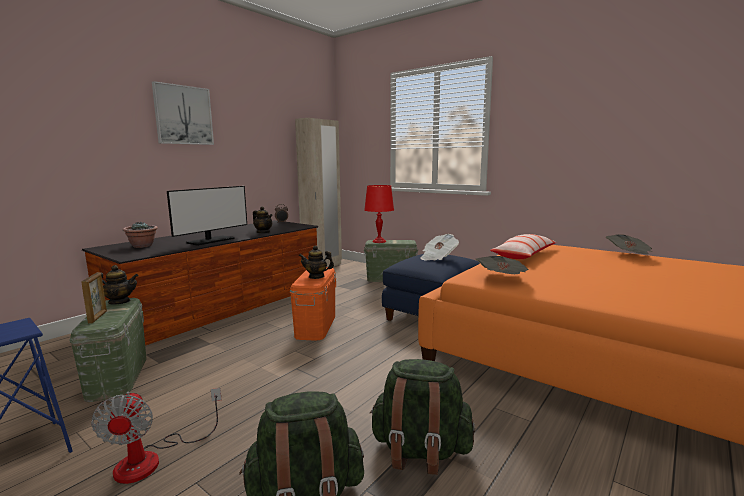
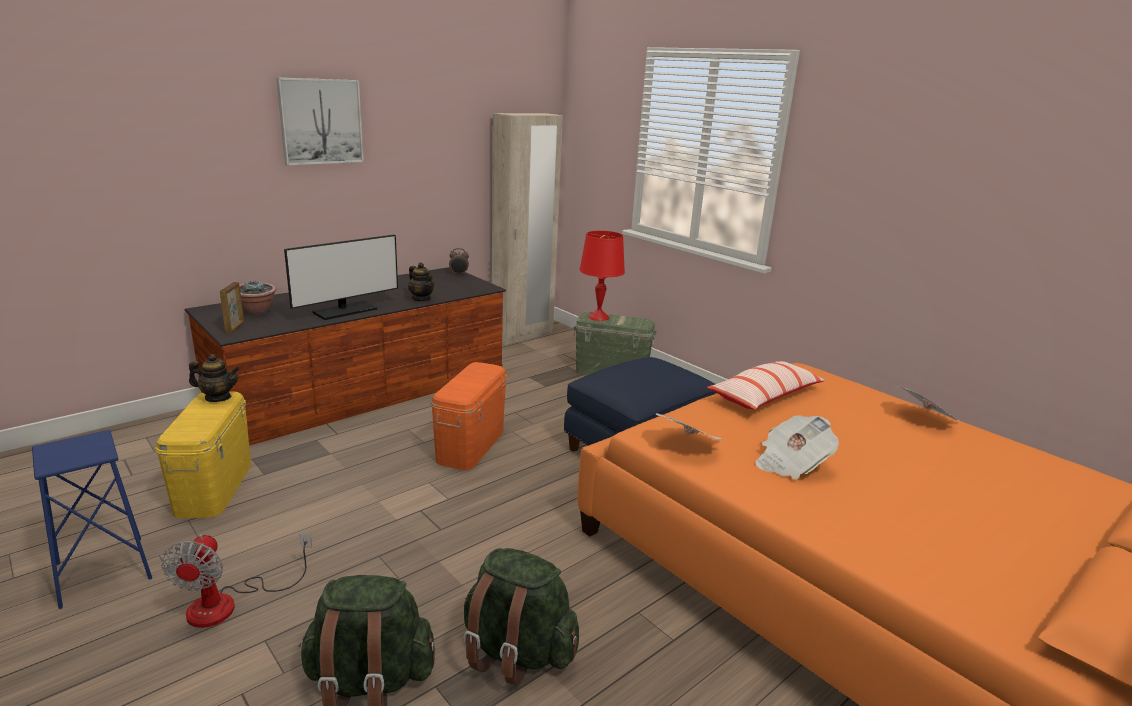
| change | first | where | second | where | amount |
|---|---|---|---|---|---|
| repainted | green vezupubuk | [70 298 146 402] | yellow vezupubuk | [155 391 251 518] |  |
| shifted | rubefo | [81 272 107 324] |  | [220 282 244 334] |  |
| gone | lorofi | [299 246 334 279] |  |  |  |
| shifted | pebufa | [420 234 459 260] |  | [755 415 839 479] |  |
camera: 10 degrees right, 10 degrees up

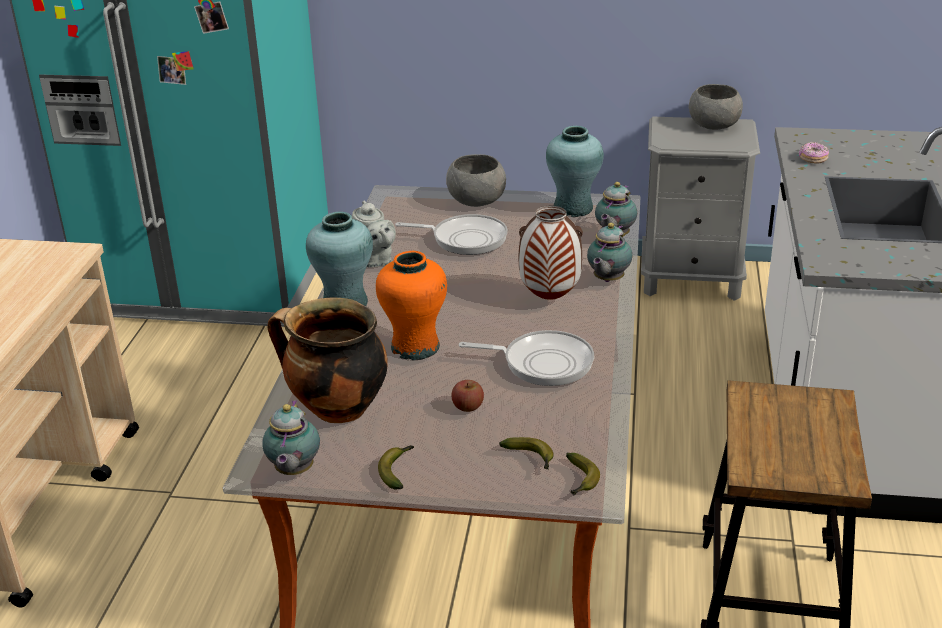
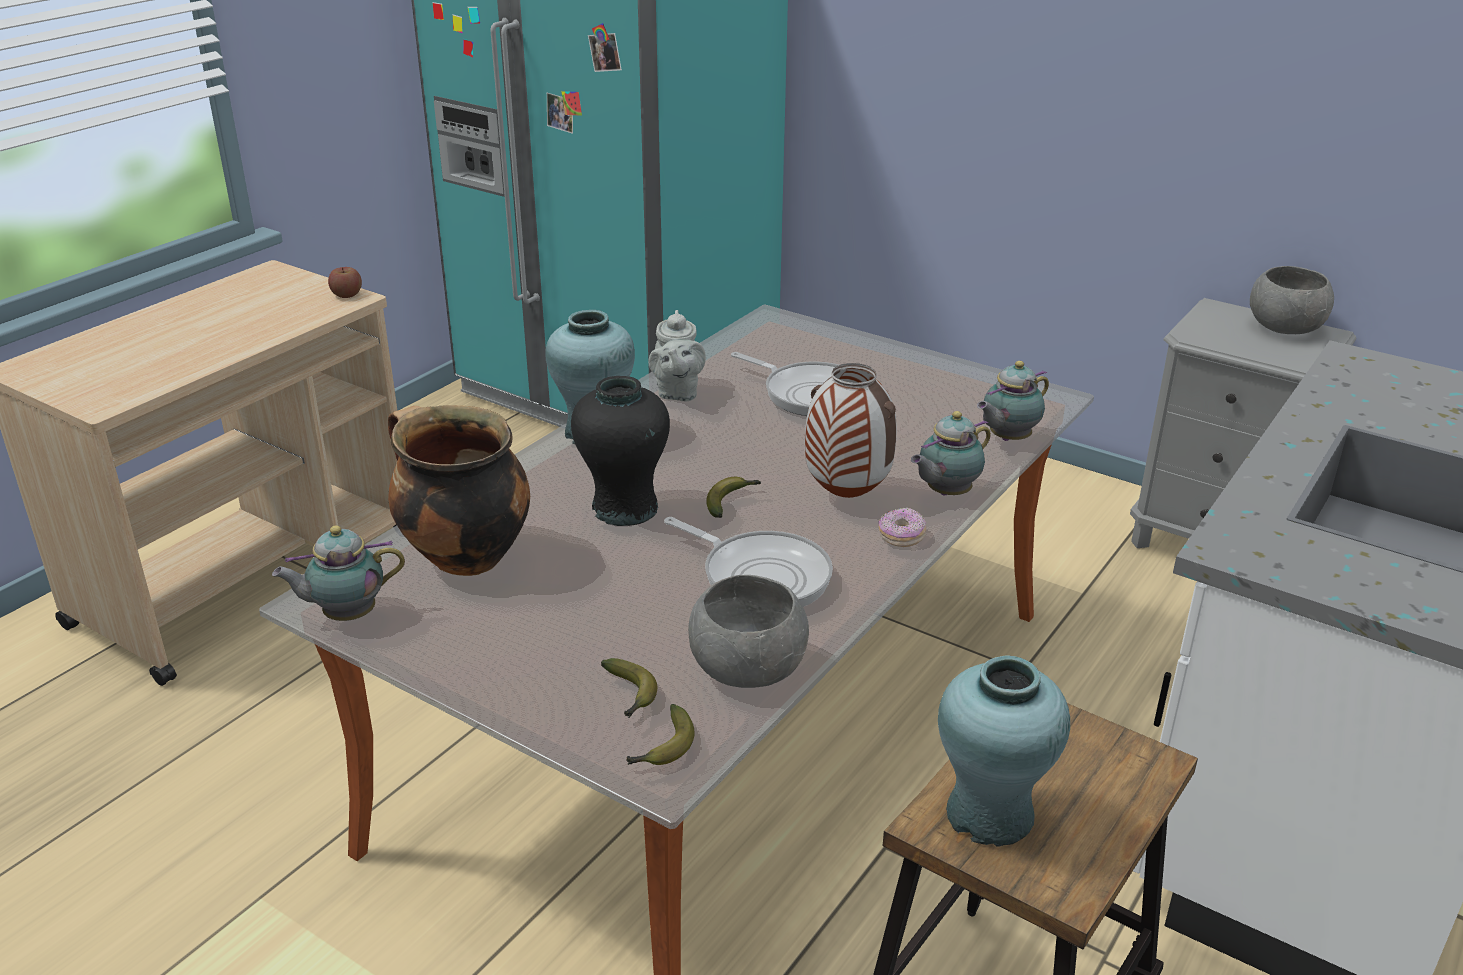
| change | first | where | second | where | amount |
|---|---|---|---|---|---|
| rotated | lorofi | [262 400 320 475] |  | [272 525 405 621] | 45 degrees clockwise |
| repainted | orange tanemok | [376 251 447 360] | black tanemok | [571 376 670 526] |  |
| shifted | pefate | [378 445 414 490] |  | [706 477 761 518] |  |
| shifted | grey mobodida | [446 154 506 207] |  | [688 575 809 688] |  |
| shifted | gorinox | [451 380 484 412] |  | [328 267 362 298] |  |
| shifted | turquoise tanemok | [546 126 604 217] |  | [938 655 1070 847] |  |
| shifted | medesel | [799 142 829 163] |  | [878 508 926 547] |  |
camera: 25 degrees right, 0 degrees up

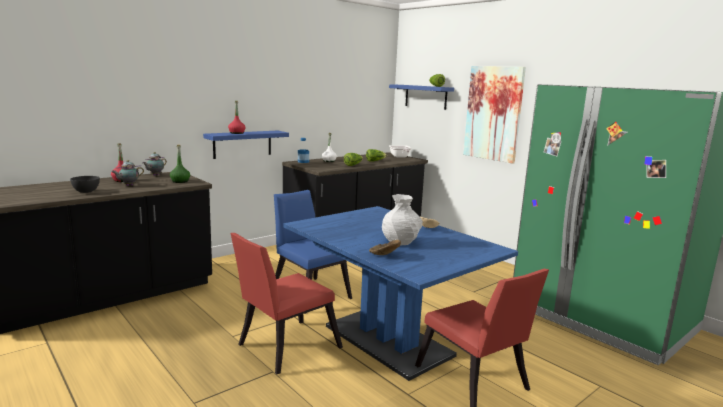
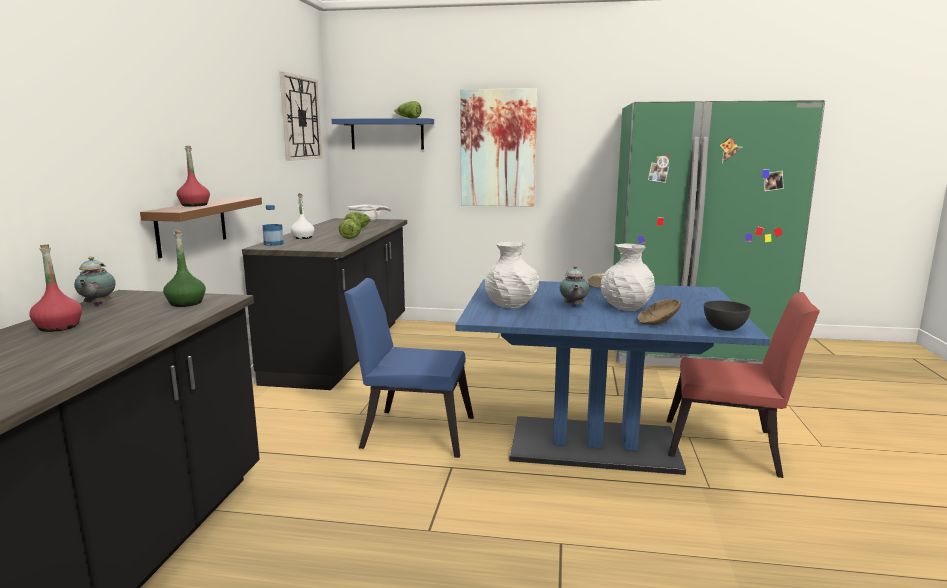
| change | first | where | second | where | amount |
|---|---|---|---|---|---|
| shifted | grey mobodida | [70 176 100 193] |  | [704 301 751 331] |  |
| shifted | lorofi | [111 160 144 186] |  | [560 265 589 307] |  |
| repainted | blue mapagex | [203 131 289 159] | brown mapagex | [140 197 262 258] |  |
| gone | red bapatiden | [231 233 343 374] |  |  |  |
| new |  |  | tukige | [279 72 322 161] |  |
| new |  |  | white tanemok | [485 242 539 308] |  |
camera: 40 degrees left, 0 degrees up

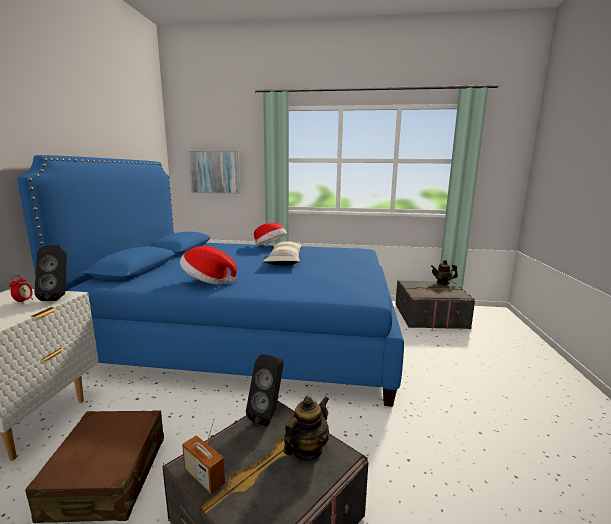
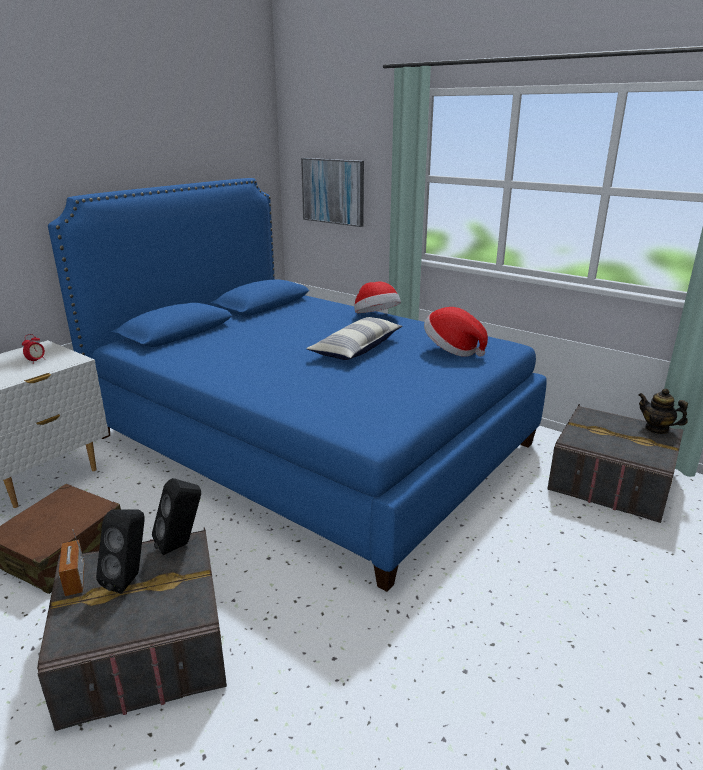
| change | first | where | second | where | amount |
|---|---|---|---|---|---|
| shifted | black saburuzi | [34 245 67 301] |  | [96 509 145 594] |  |
| shifted | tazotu | [180 246 237 285] |  | [424 307 488 357] |  |
| gone | lorofi | [283 396 329 461] |  |  |  |
camera: 30 degrees right, 10 degrees up

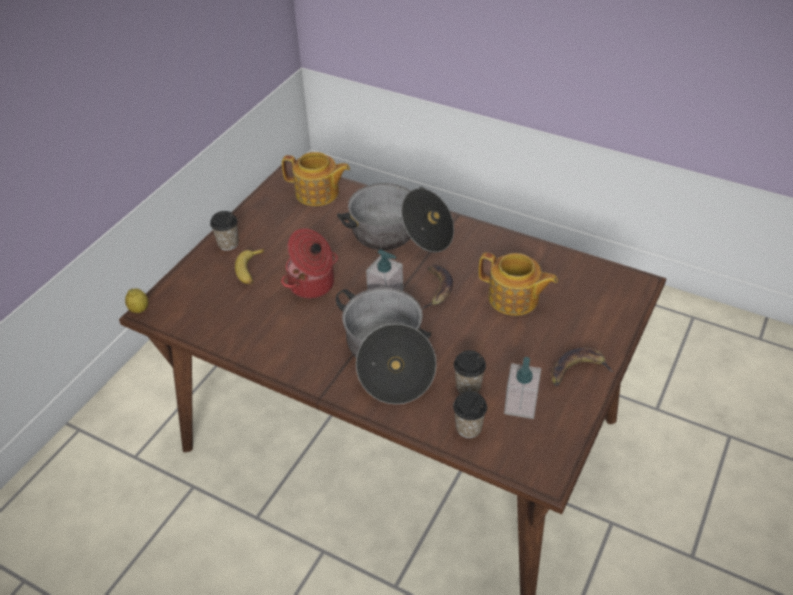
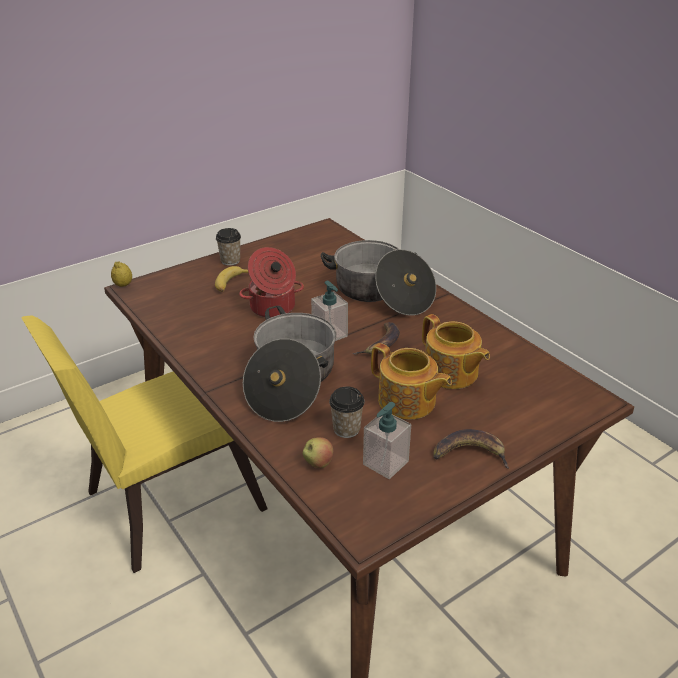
| change | first | where | second | where | amount |
|---|---|---|---|---|---|
| shifted | lorofi | [282 152 350 206] |  | [371 343 452 420] |  |
| swapped | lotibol | [453 391 487 438] | gorinox | [303 437 334 468] |  |
| new |  |  | yellow bapatiden | [21 315 268 573] |  |
camera: 25 degrees right, 10 degrees down

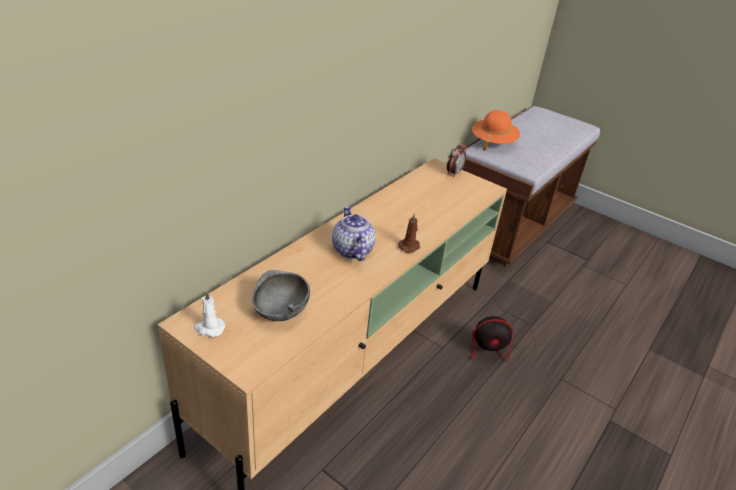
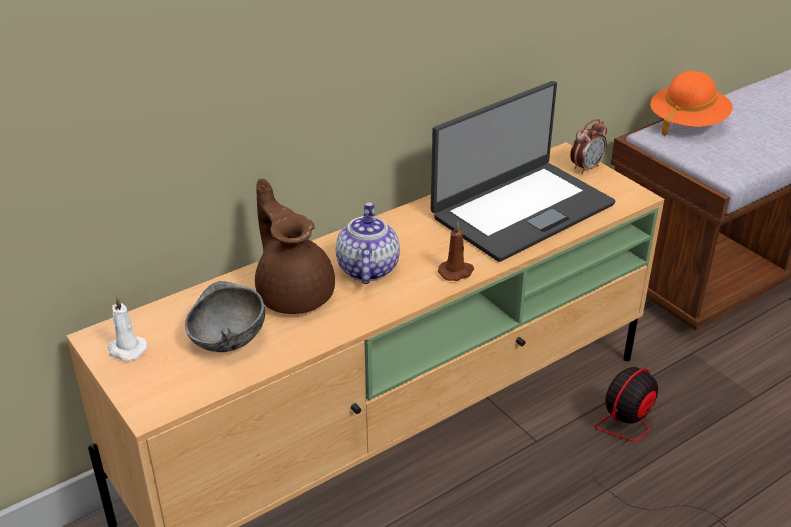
| change | first | where | second | where | amount |
|---|---|---|---|---|---|
| rotated | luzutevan | [471 296 535 361] |  | [593 367 727 523] | 120 degrees clockwise |
| new |  |  | brown lorofi | [255 179 335 314] |  |
| new |  |  | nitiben | [431 81 615 262] |  |
camera: 20 degrees right, 0 degrees up

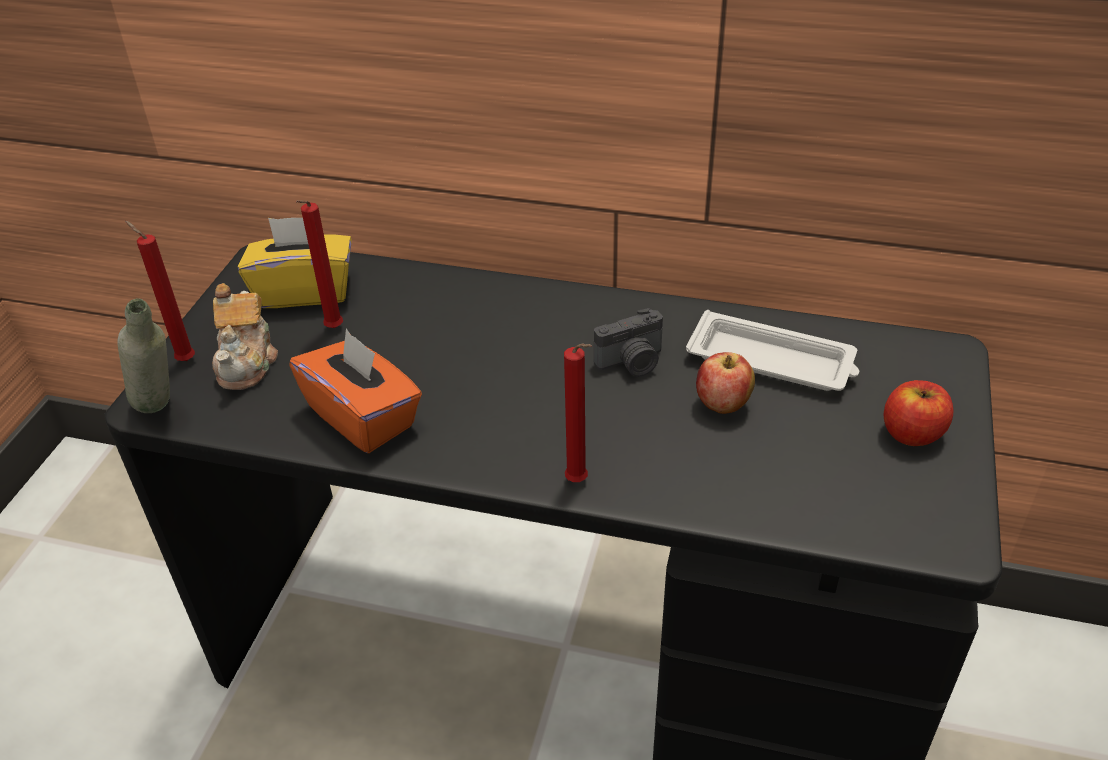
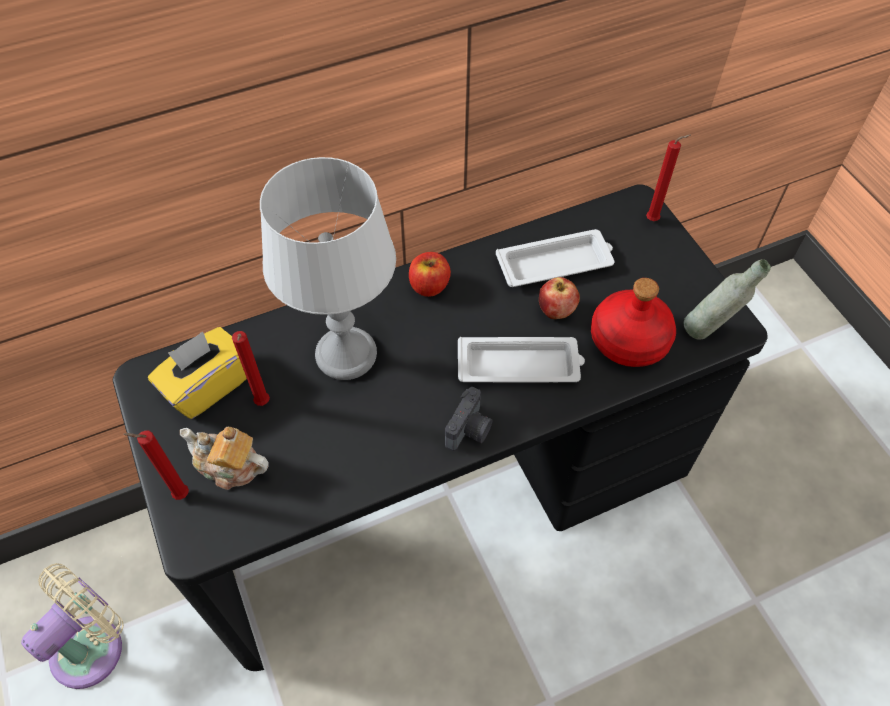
| change | first | where | second | where | amount |
|---|---|---|---|---|---|
| shifted | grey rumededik | [117 298 170 413] |  | [684 259 771 340] |  |
| rotated | lorofi | [212 283 278 390] |  | [180 427 269 490] | 150 degrees clockwise |
| gone | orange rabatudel | [289 328 422 453] |  |  |  |
| shifted | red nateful | [564 343 592 482] |  | [646 135 691 221] |  |
| shifted | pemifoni | [594 308 663 377] |  | [445 387 492 451] |  |
| shifted | gorinox | [884 380 953 446] |  | [409 252 451 297] |  |
| new |  |  | beige luzutevan | [21 563 124 689] |  |
| new |  |  | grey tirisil | [260 157 396 380] |  |
| new |  |  | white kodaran | [458 337 585 383] |  |
| new |  |  | red rumededik | [591 278 676 367] |  |
camera: 40 degrees left, 15 degrees up

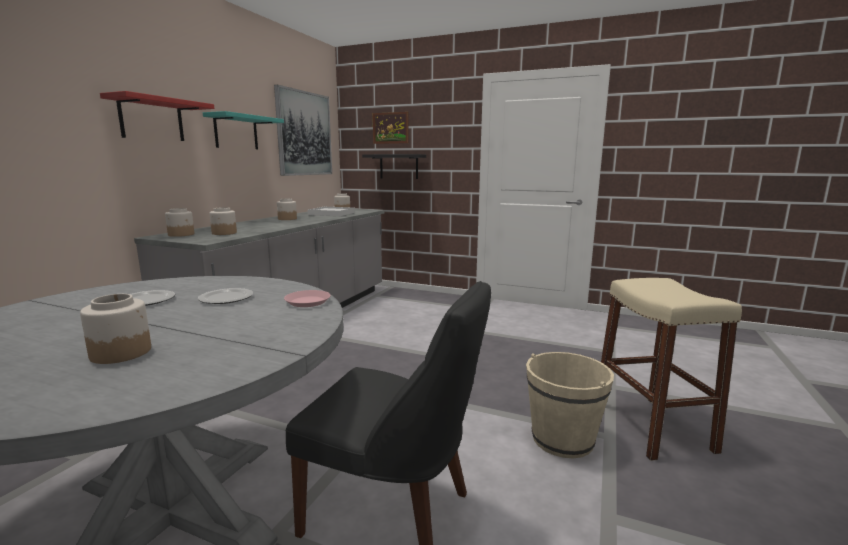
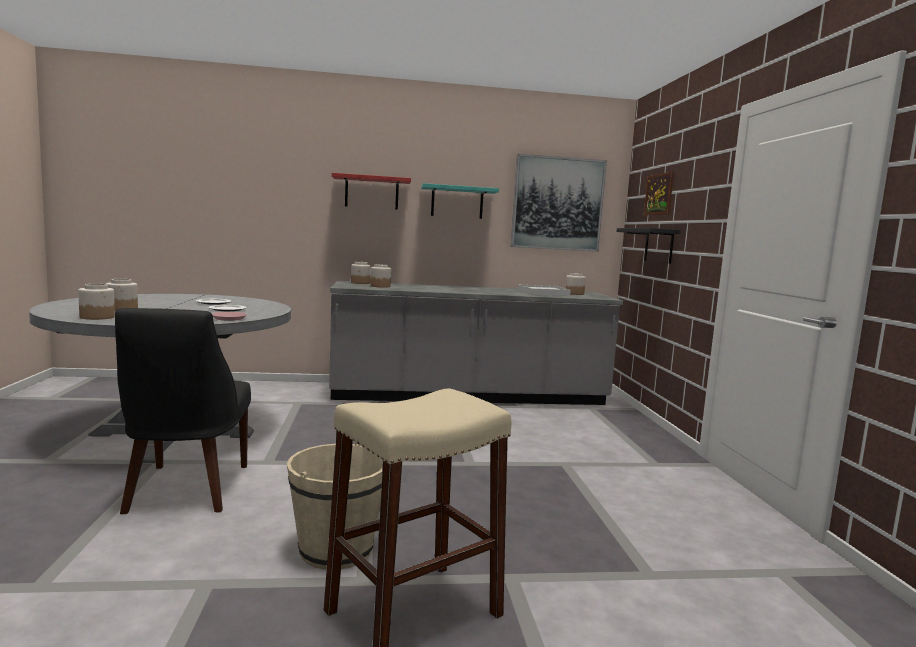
| change | first | where | second | where | amount |
|---|---|---|---|---|---|
| shifted | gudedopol | [277 199 297 220] |  | [78 284 115 320] |  |
camera: 60 degrees right, 5 degrees down

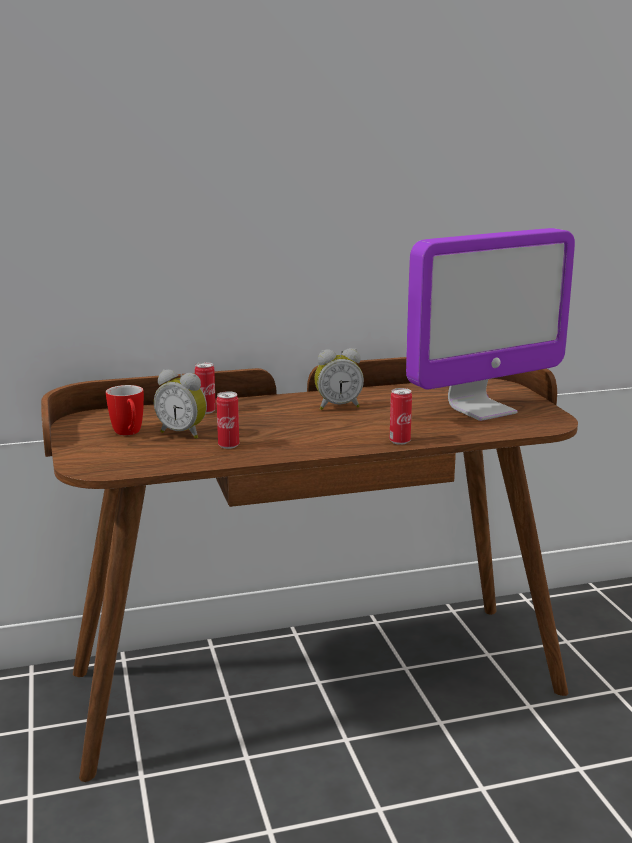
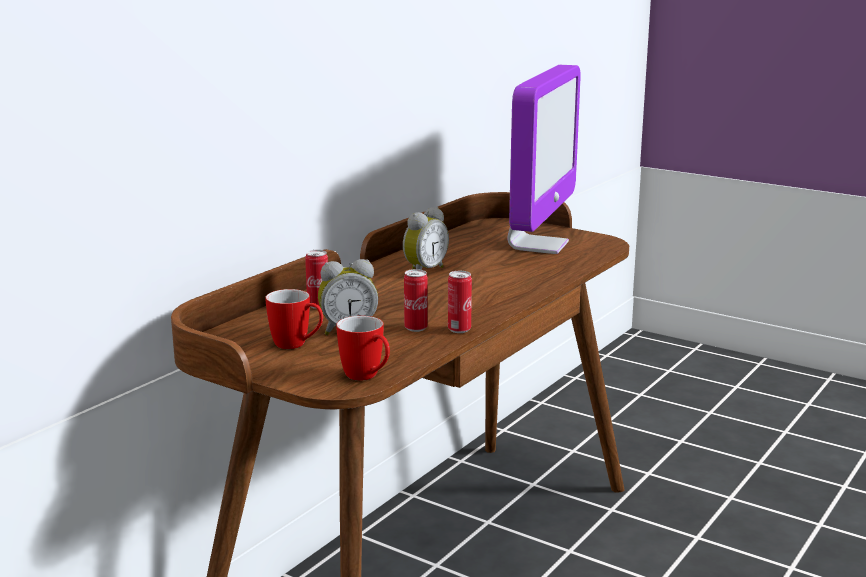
| change | first | where | second | where | amount |
|---|---|---|---|---|---|
| shifted | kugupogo | [390 388 412 445] |  | [448 271 472 333] |  |
| new |  |  | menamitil | [336 316 390 381] |  |
camera: 40 degrees left, 0 degrees up

